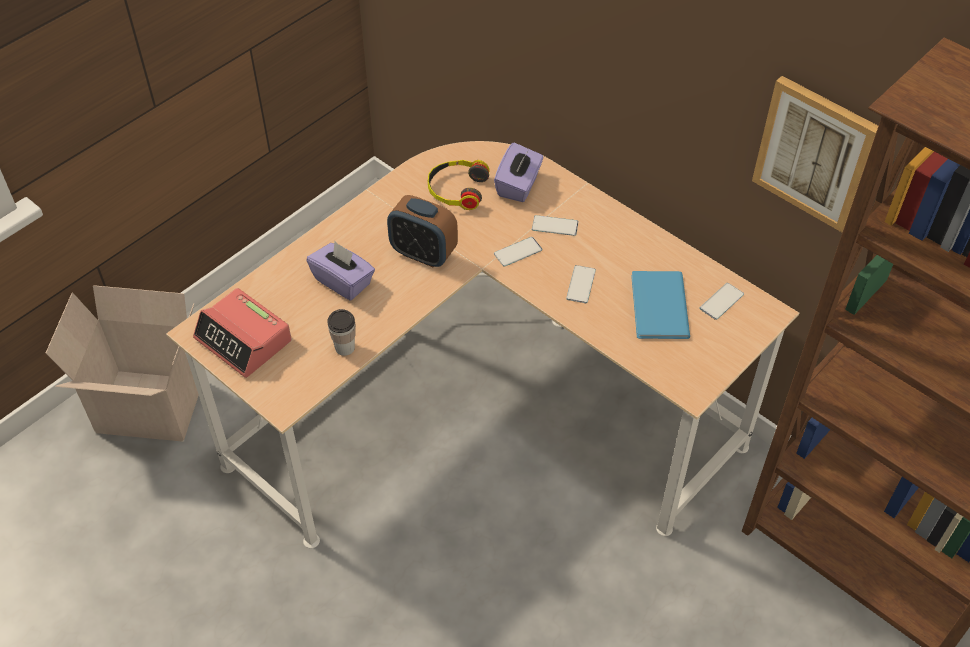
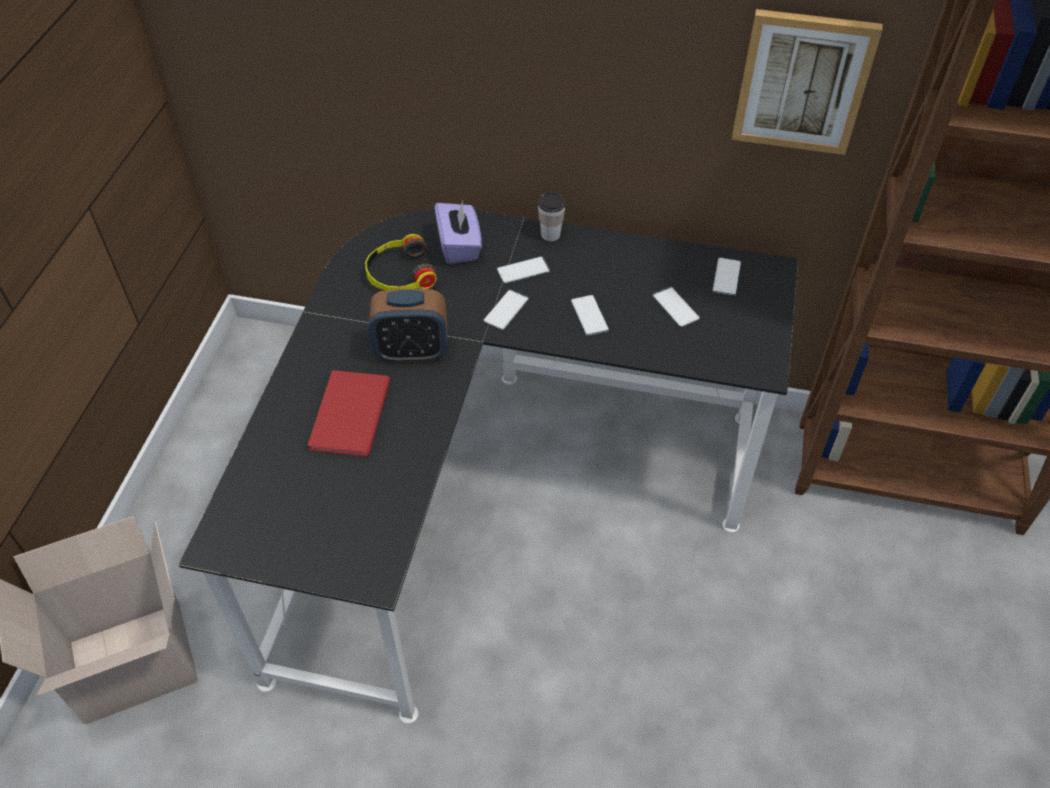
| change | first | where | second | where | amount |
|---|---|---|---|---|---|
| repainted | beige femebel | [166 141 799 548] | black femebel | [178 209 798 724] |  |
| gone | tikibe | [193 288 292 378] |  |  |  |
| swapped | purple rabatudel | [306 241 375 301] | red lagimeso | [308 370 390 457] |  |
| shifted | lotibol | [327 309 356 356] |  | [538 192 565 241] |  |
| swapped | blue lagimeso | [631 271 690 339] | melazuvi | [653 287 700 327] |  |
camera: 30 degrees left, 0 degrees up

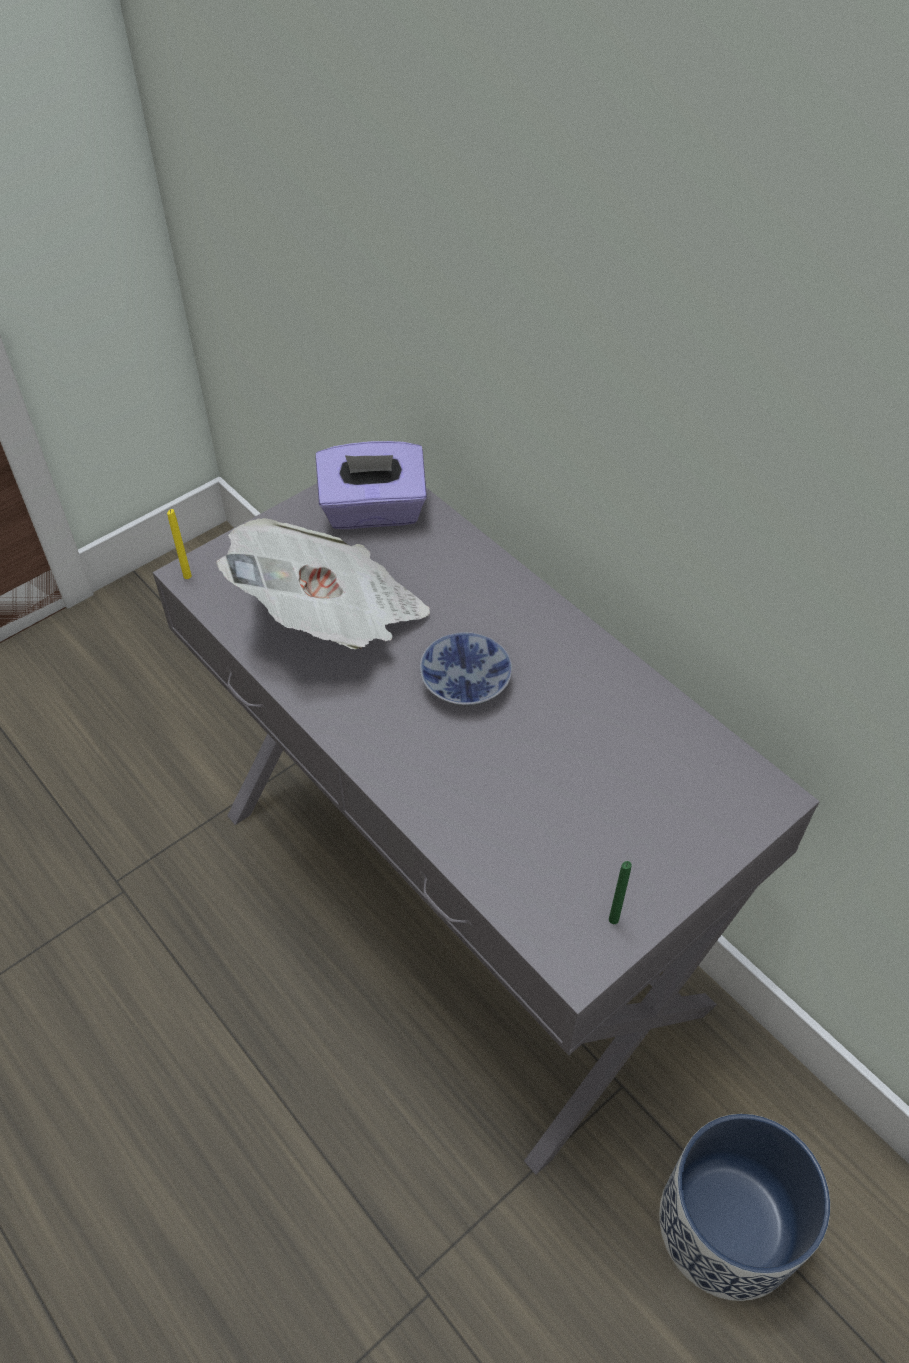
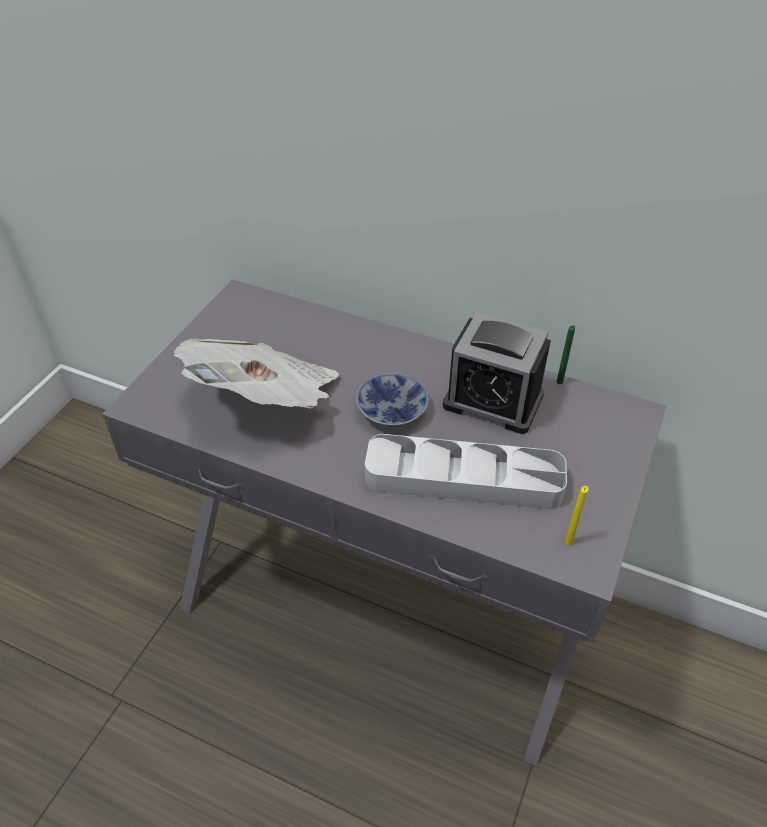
| change | first | where | second | where | amount |
|---|---|---|---|---|---|
| shifted | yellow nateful | [167 509 192 579] |  | [565 486 589 545] |  |
| gone | purple rabatudel | [316 441 427 529] |  |  |  |
| shifted | green nateful | [609 861 632 924] |  | [556 325 575 384] |  |
| gone | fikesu | [659 1114 830 1301] |  |  |  |
| new |  |  | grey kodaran | [365 434 567 509] |  |
| new |  |  | tikibe | [443 312 551 434] |  |
camera: 25 degrees left, 5 degrees down

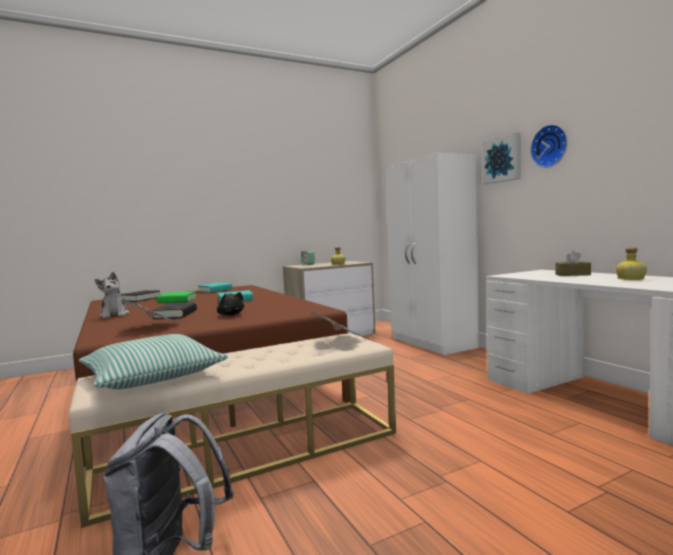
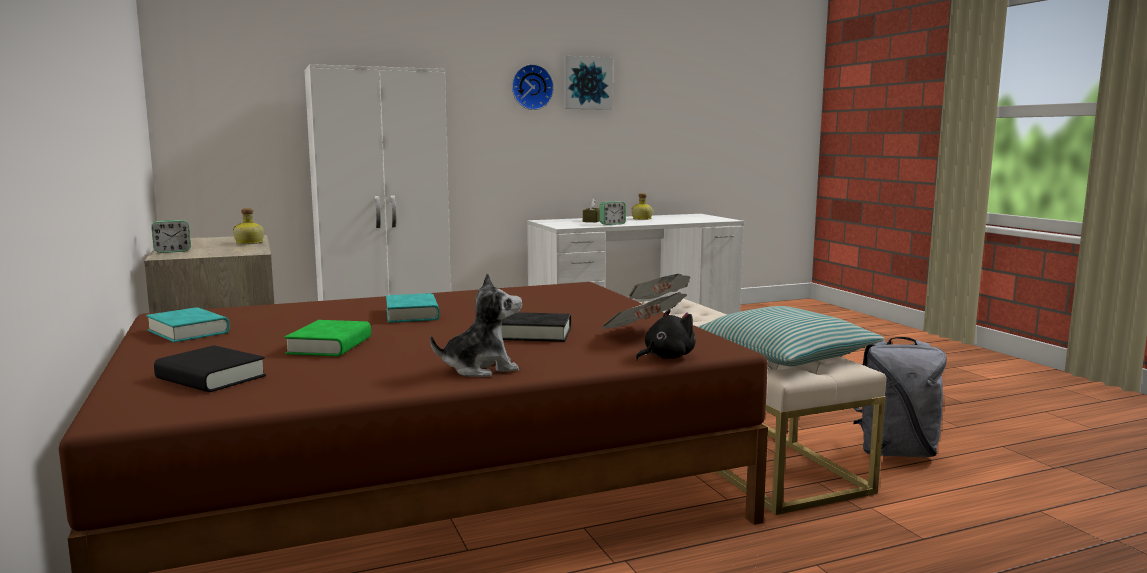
| change | first | where | second | where | amount |
|---|---|---|---|---|---|
| shifted | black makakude | [217 292 244 316] |  | [636 309 695 360] |  |
| shifted | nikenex | [482 132 521 184] |  | [564 56 613 110] |  |
| new |  |  | tikibe | [600 201 626 225] |  |
camera: 85 degrees left, 5 degrees up

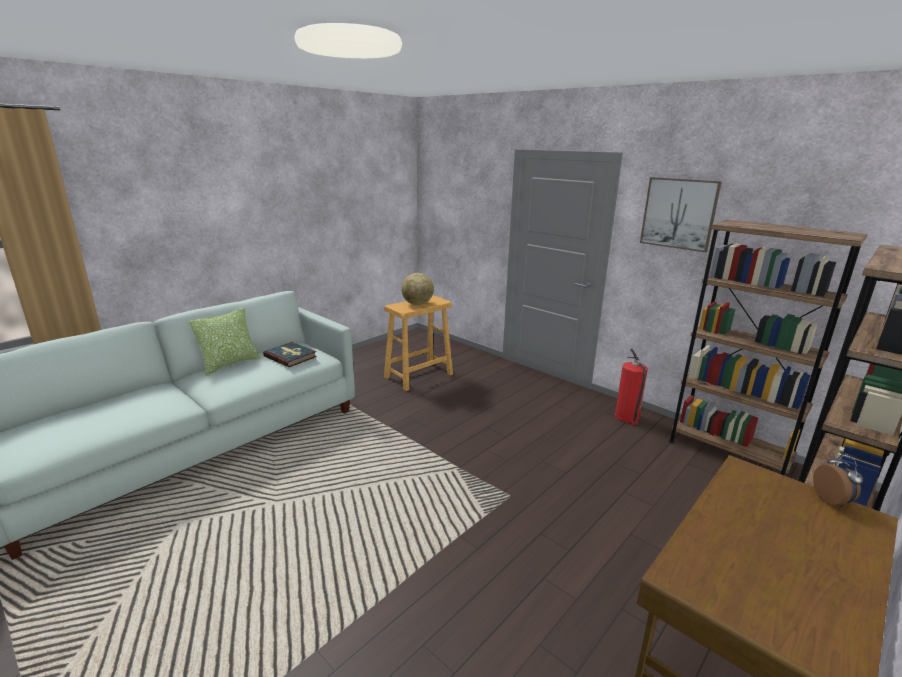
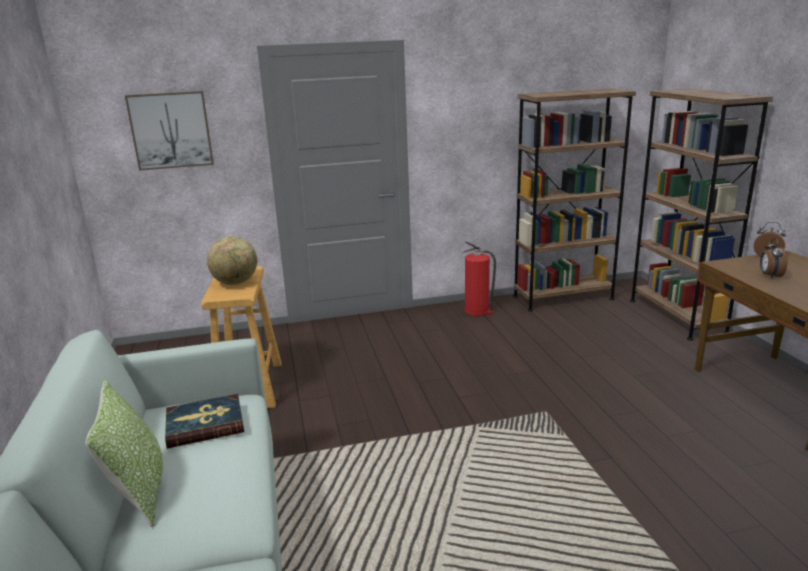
| change | first | where | second | where | amount |
|---|---|---|---|---|---|
| shifted | nikenex | [640 177 722 252] |  | [125 91 214 171] |  |
| new |  |  | tikibe | [760 238 788 278] |  |
camera: 55 degrees left, 0 degrees up

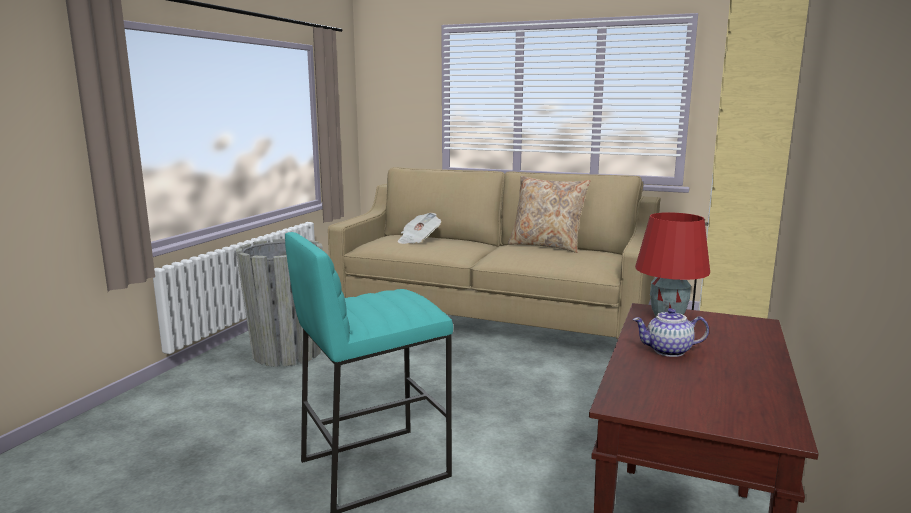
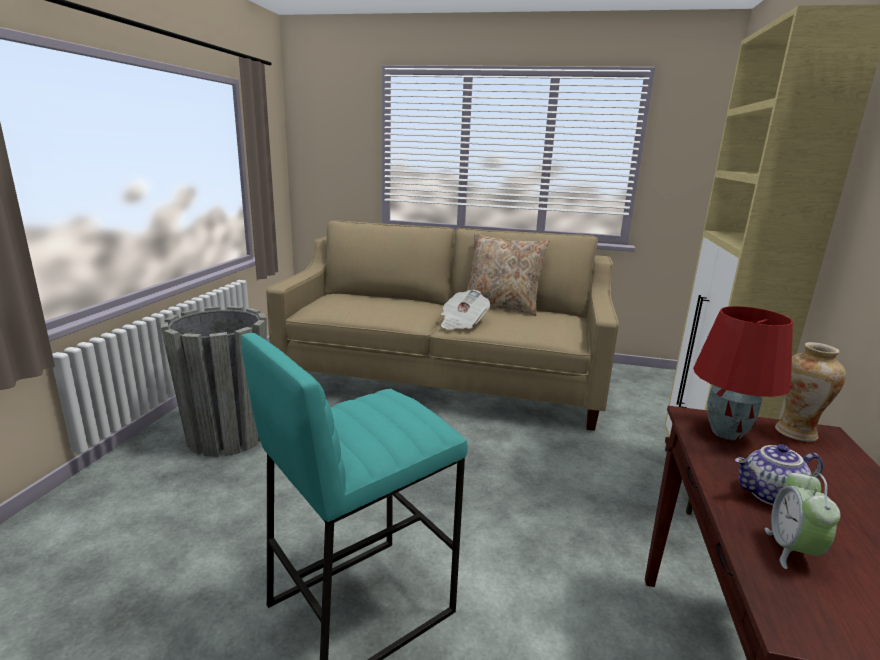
| change | first | where | second | where | amount |
|---|---|---|---|---|---|
| shifted | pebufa | [397 213 441 244] |  | [441 290 490 329] |  |
| new |  |  | tikibe | [764 471 840 569] |  |
| new |  |  | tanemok | [775 342 846 442] |  |
camera: 10 degrees left, 5 degrees up

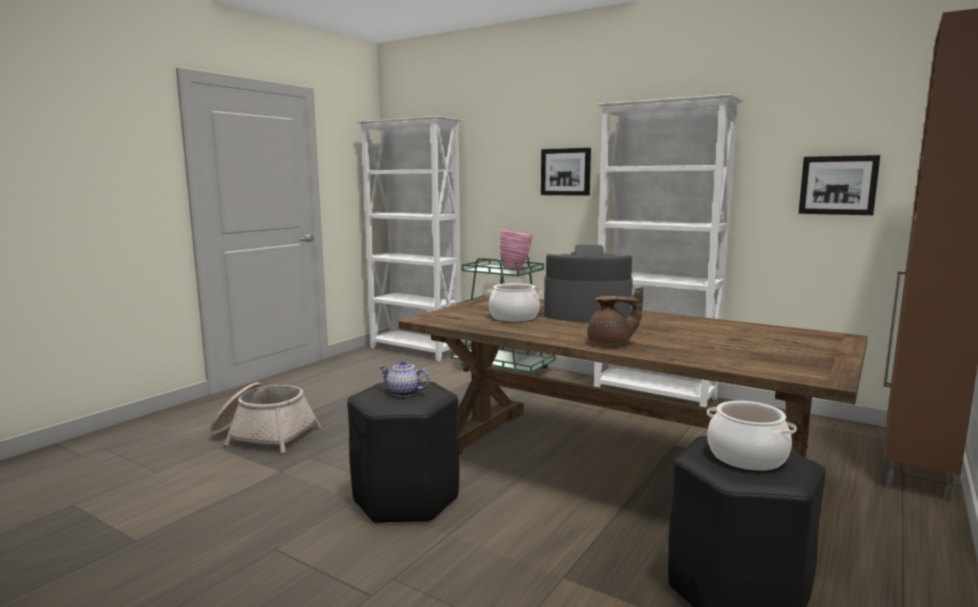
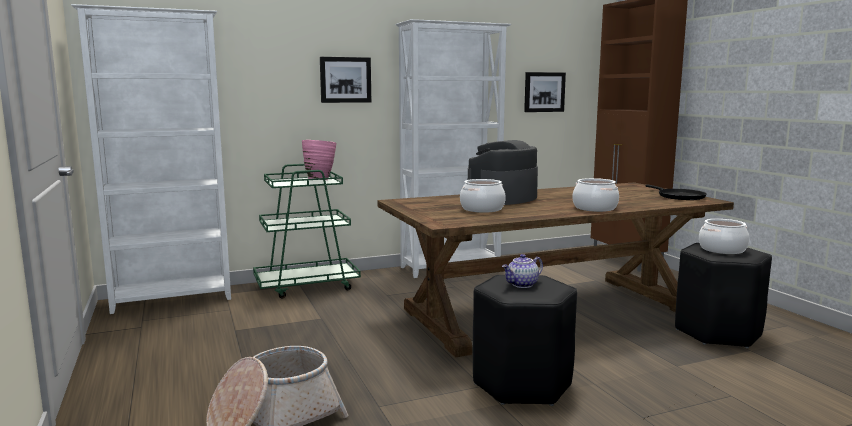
| change | first | where | second | where | amount |
|---|---|---|---|---|---|
| swapped | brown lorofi | [587 287 643 345] | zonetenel | [572 178 619 212] |  |
| new |  |  | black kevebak | [645 185 707 200] |  |
camera: 55 degrees left, 0 degrees up

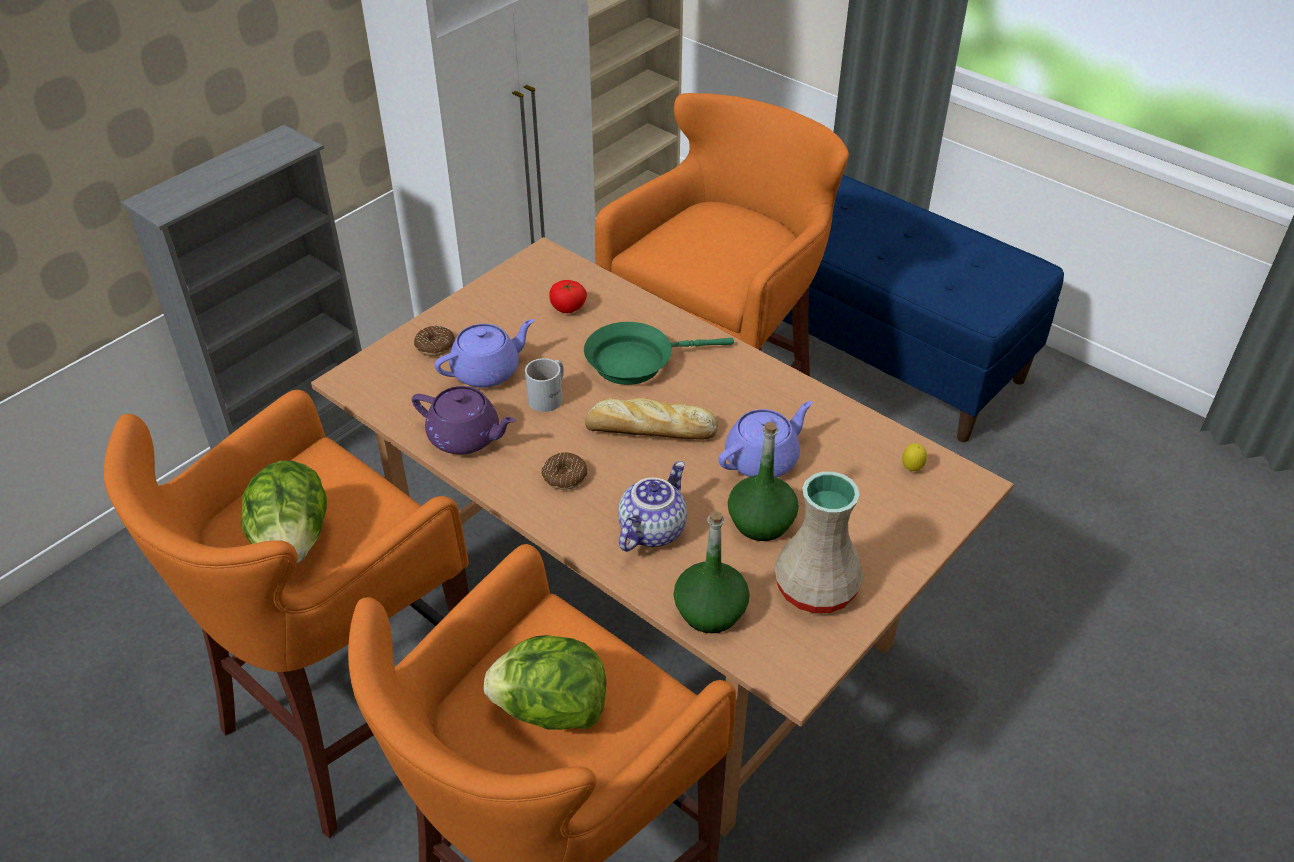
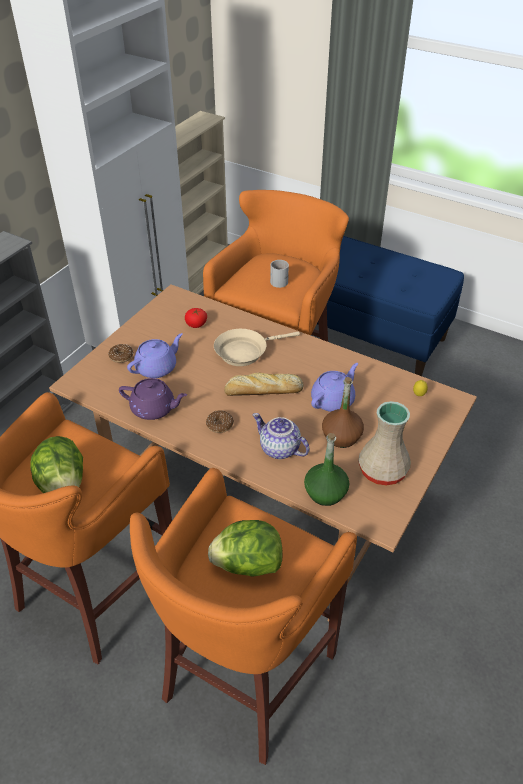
| change | first | where | second | where | amount |
|---|---|---|---|---|---|
| shifted | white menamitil | [525 358 564 412] |  | [270 260 289 288] |  |
| repainted | green kevebak | [584 322 734 385] | beige kevebak | [214 329 300 366] |  |
| rotated | lorofi | [618 461 687 552] |  | [253 413 310 459] | 75 degrees counterclockwise |
| repainted | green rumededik | [728 422 799 541] | brown rumededik | [322 377 364 448] |  |
camera: 10 degrees left, 0 degrees up

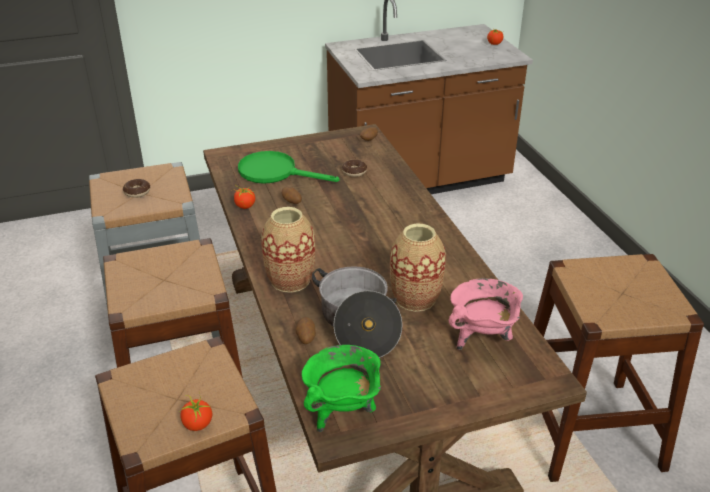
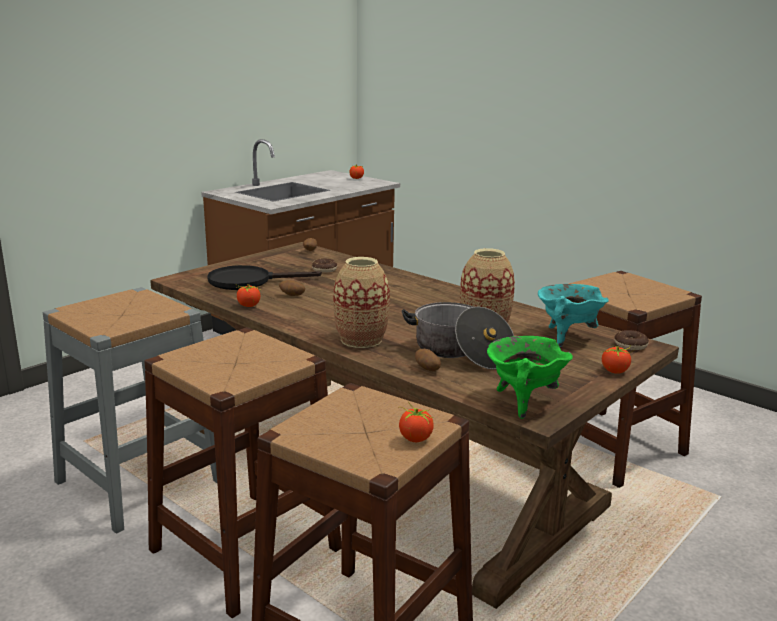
| change | first | where | second | where | amount |
|---|---|---|---|---|---|
| shifted | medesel | [123 179 150 198] |  | [615 330 649 350] |  |
| repainted | green kevebak | [238 151 339 184] | black kevebak | [207 265 322 290] |  |
| repainted | pink zonetenel | [449 278 523 350] | turquoise zonetenel | [538 284 609 347] |  |
| new |  |  | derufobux | [602 345 634 374] |  |
camera: 30 degrees left, 15 degrees down

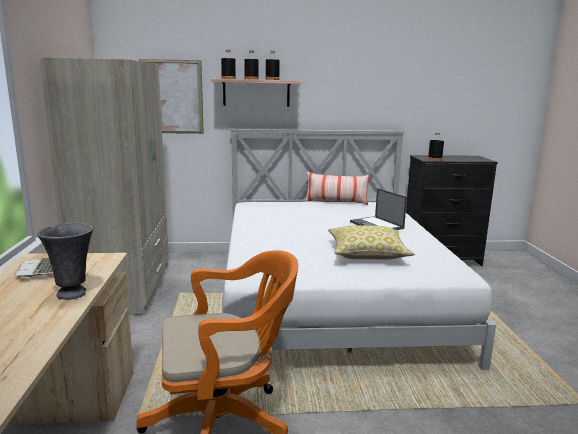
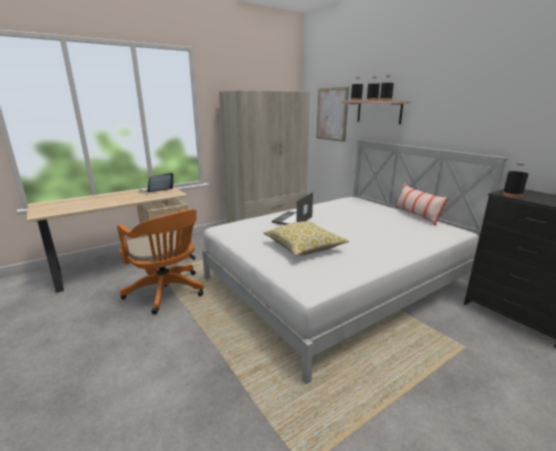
| change | first | where | second | where | amount |
|---|---|---|---|---|---|
| gone | grey tanemok | [37 222 93 300] |  |  |  |
| shifted | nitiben | [350 188 407 230] |  | [272 192 313 225] |  |
camera: 60 degrees right, 5 degrees up

